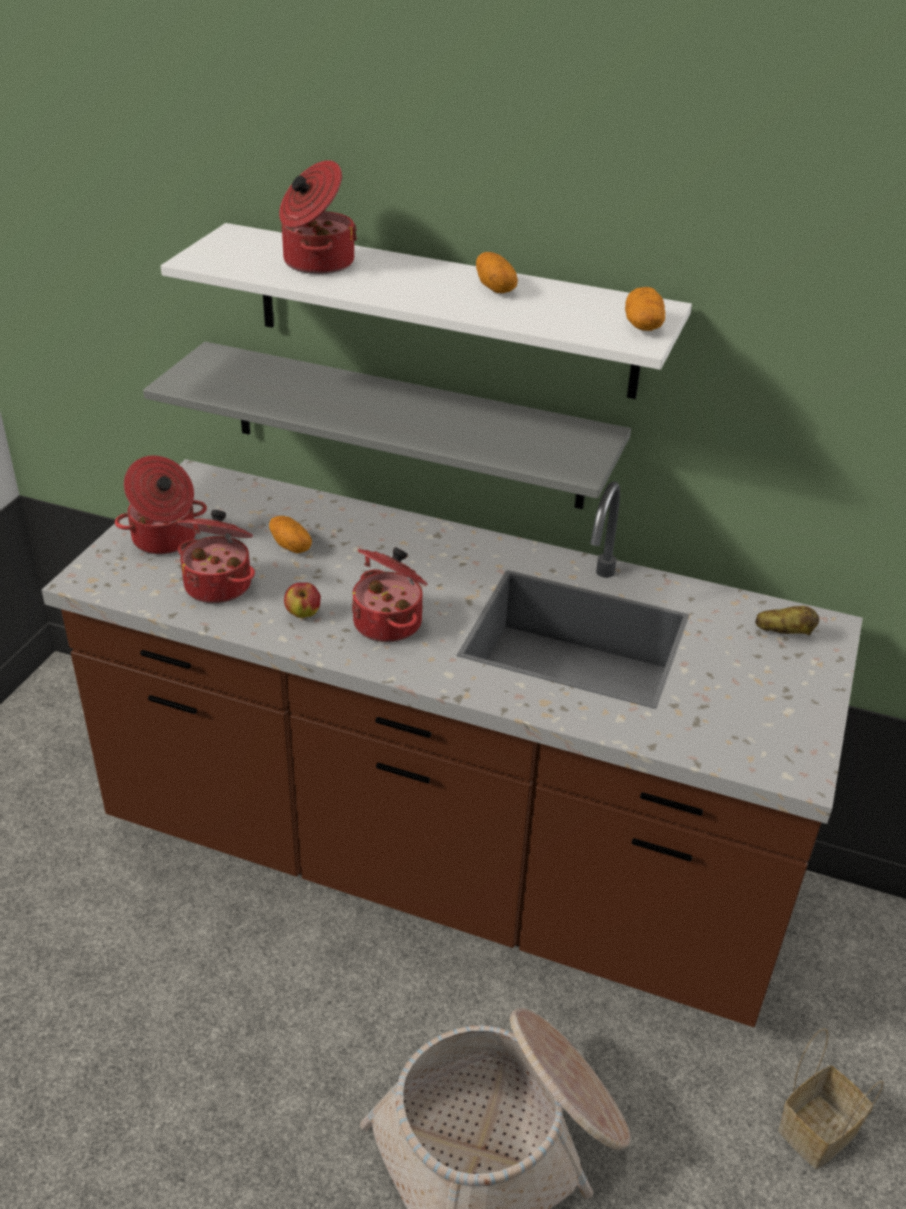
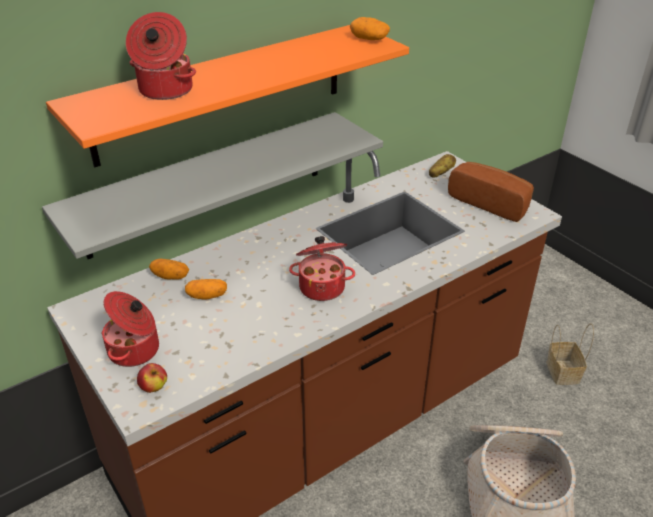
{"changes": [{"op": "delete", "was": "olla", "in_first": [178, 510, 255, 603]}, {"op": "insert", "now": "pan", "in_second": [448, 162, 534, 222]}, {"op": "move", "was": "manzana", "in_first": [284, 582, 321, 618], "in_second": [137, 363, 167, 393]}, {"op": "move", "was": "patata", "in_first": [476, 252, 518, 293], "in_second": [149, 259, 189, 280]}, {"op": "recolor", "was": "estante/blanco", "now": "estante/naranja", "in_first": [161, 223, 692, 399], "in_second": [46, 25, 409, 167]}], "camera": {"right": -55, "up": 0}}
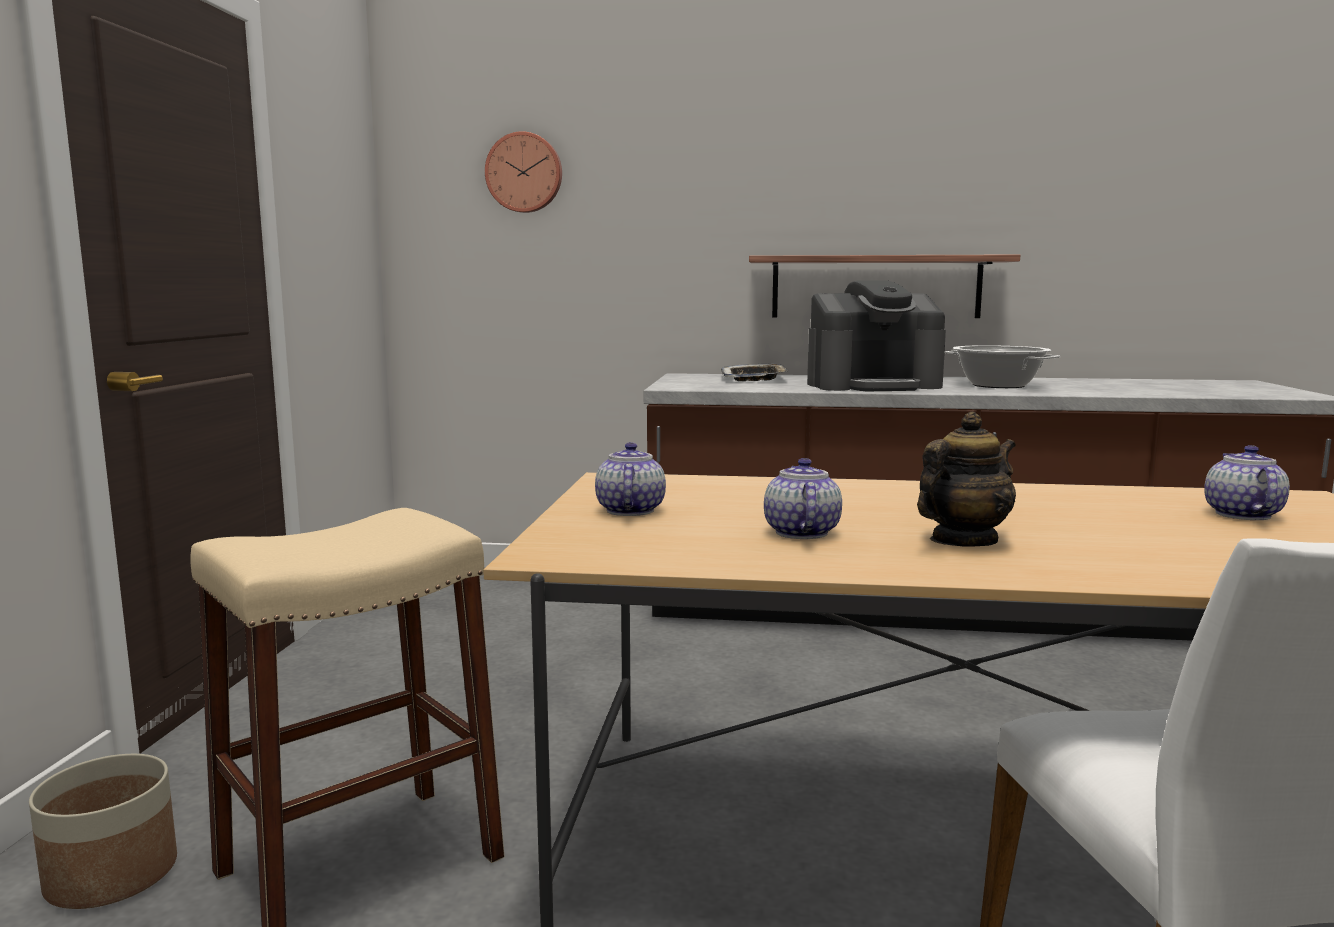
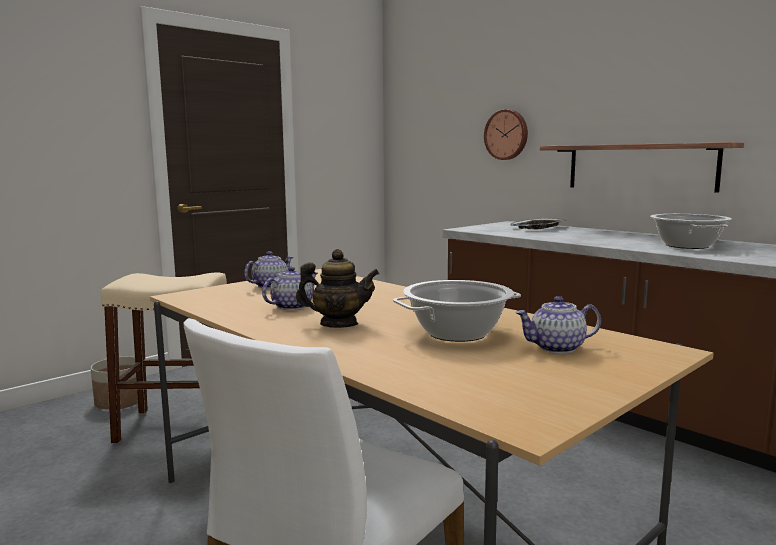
{"changes": [{"op": "delete", "was": "cafetera", "in_first": [807, 281, 946, 391]}, {"op": "insert", "now": "olla", "in_second": [393, 280, 521, 342]}, {"op": "move", "was": "reloj de pared", "in_first": [485, 131, 562, 213], "in_second": [484, 109, 528, 160]}, {"op": "rotate", "was": "tetera", "in_first": [1204, 445, 1290, 520], "in_second": [515, 296, 601, 354], "clockwise": -150}], "camera": {"right": 40, "up": 0}}
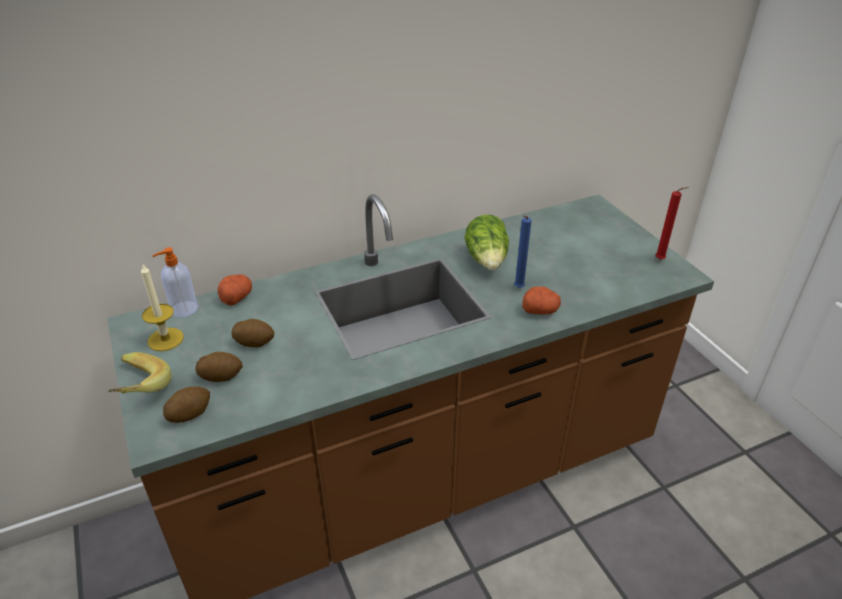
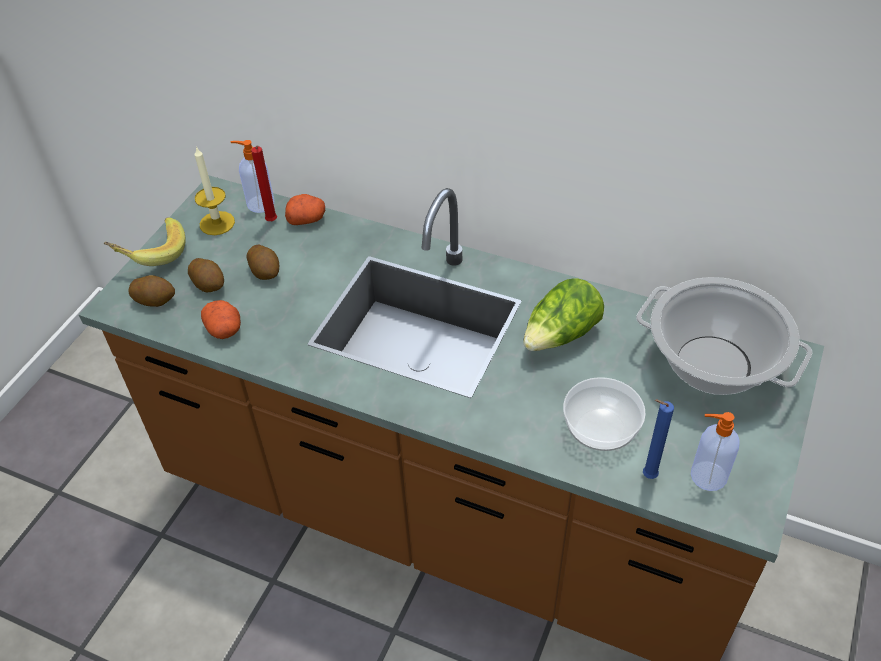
{"changes": [{"op": "insert", "now": "cuenco", "in_second": [563, 377, 646, 451]}, {"op": "insert", "now": "olla", "in_second": [636, 277, 813, 395]}, {"op": "insert", "now": "dispensador de jabón", "in_second": [691, 412, 740, 491]}, {"op": "move", "was": "vela/azul", "in_first": [514, 215, 532, 288], "in_second": [643, 399, 674, 479]}, {"op": "move", "was": "patata", "in_first": [522, 287, 561, 314], "in_second": [201, 300, 241, 339]}, {"op": "move", "was": "vela/rojo", "in_first": [655, 187, 689, 260], "in_second": [251, 145, 277, 221]}], "camera": {"right": 50, "up": 10}}
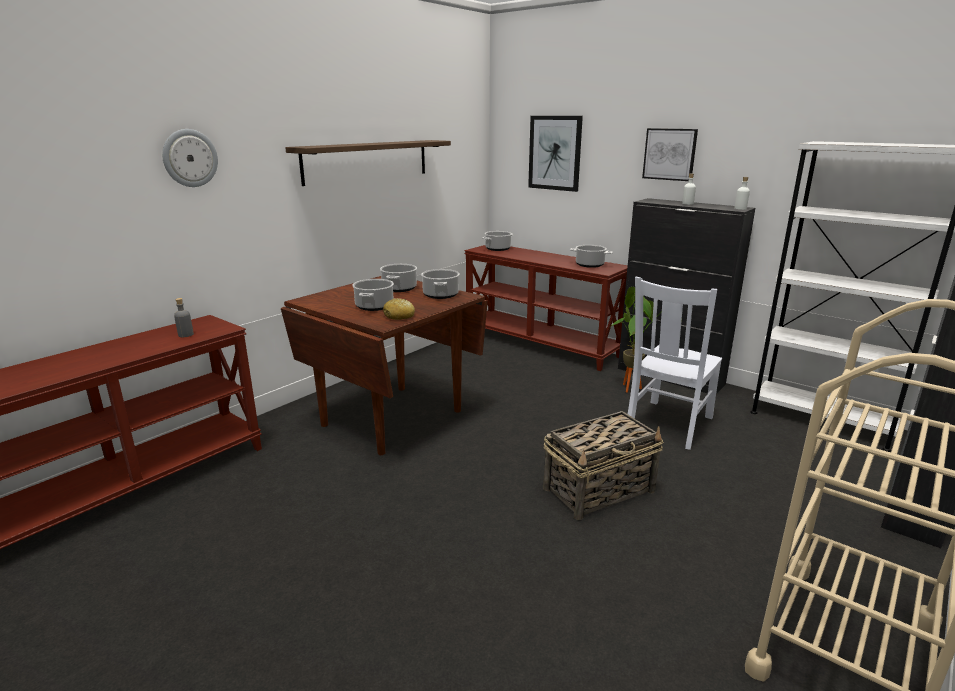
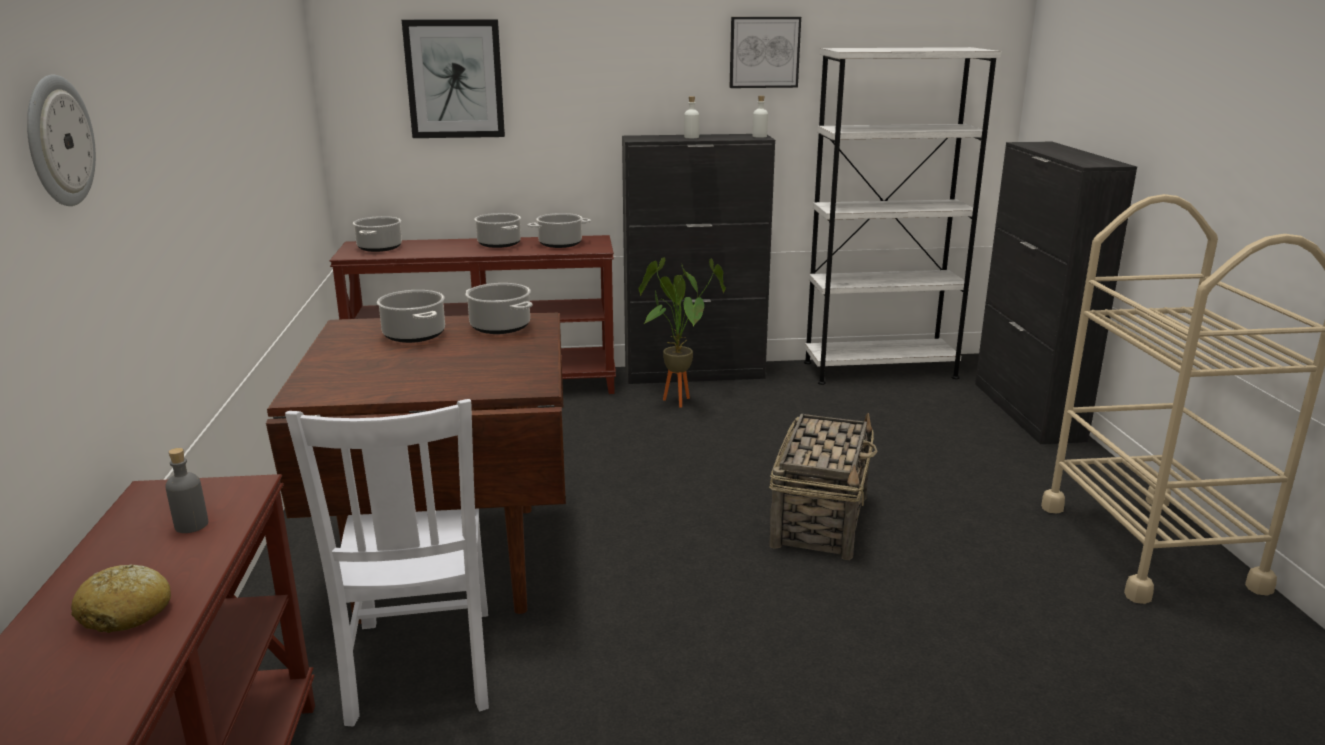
{"changes": [{"op": "delete", "was": "estante", "in_first": [285, 140, 451, 186]}, {"op": "move", "was": "olla", "in_first": [352, 279, 394, 311], "in_second": [474, 213, 521, 248]}, {"op": "move", "was": "pan", "in_first": [383, 298, 415, 320], "in_second": [71, 564, 171, 633]}, {"op": "move", "was": "silla/blanco", "in_first": [628, 277, 722, 450], "in_second": [285, 399, 489, 727]}, {"op": "move", "was": "cuadro", "in_first": [642, 128, 698, 181], "in_second": [730, 17, 801, 88]}], "camera": {"right": -45, "up": 0}}
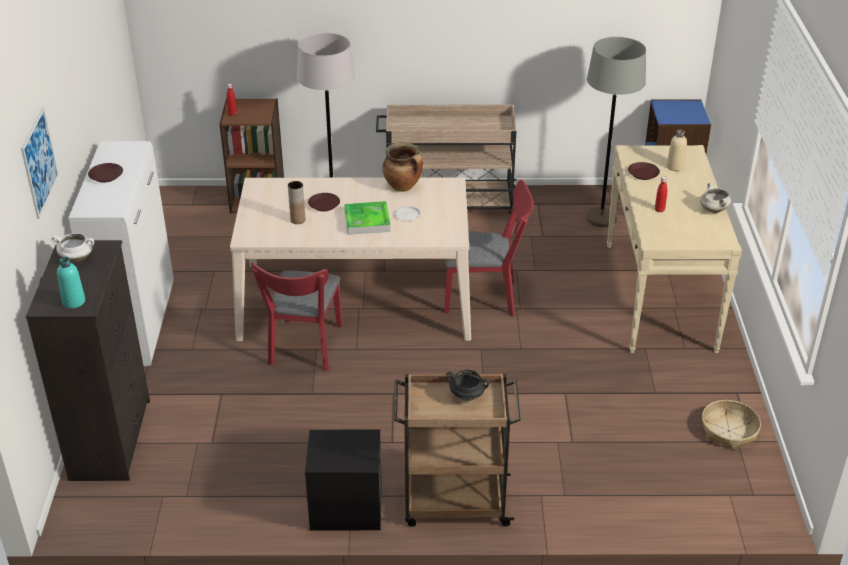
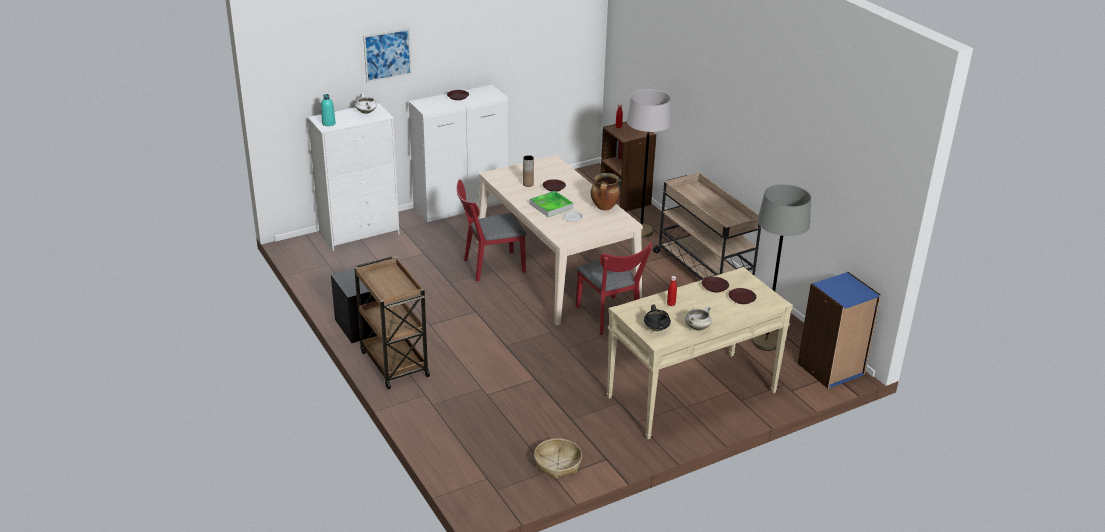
{"changes": [{"op": "move", "was": "olla/negro", "in_first": [446, 370, 490, 401], "in_second": [644, 305, 671, 331]}, {"op": "replace", "was": "botella/beis", "now": "plato/marrón", "in_first": [667, 130, 687, 171], "in_second": [729, 288, 756, 304]}, {"op": "recolor", "was": "cómoda/negro", "now": "cómoda/blanco", "in_first": [26, 240, 150, 481], "in_second": [308, 103, 400, 251]}], "camera": {"right": 60, "up": -5}}
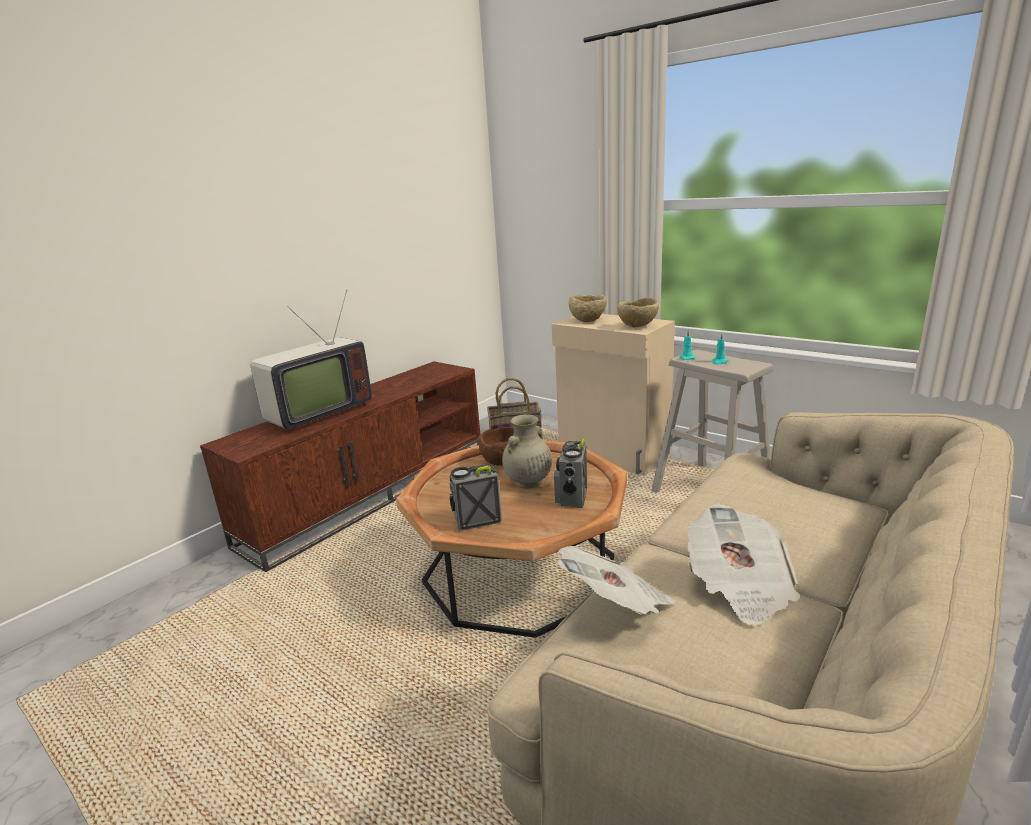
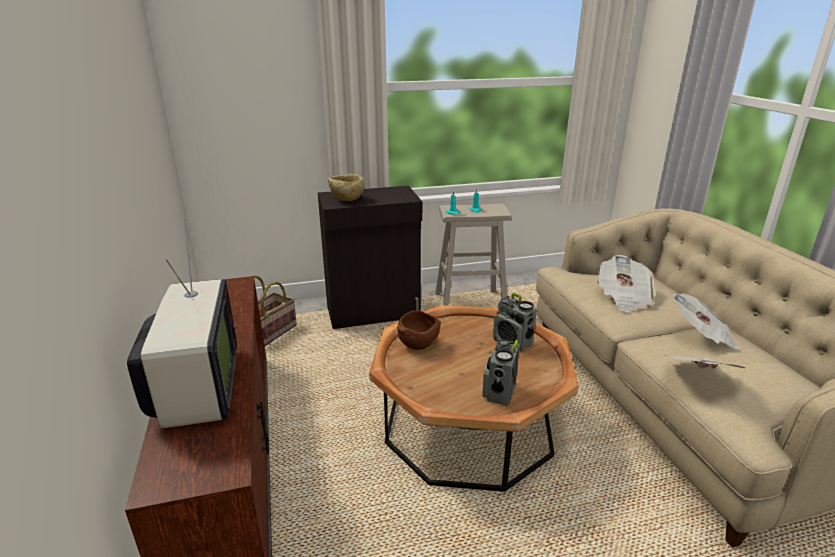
{"changes": [{"op": "delete", "was": "florero/beis", "in_first": [502, 414, 552, 488]}, {"op": "delete", "was": "cuenco/beis", "in_first": [617, 298, 659, 327]}, {"op": "insert", "now": "periódico", "in_second": [597, 255, 655, 312]}, {"op": "recolor", "was": "armario/beis", "now": "armario/negro", "in_first": [552, 314, 675, 476], "in_second": [318, 186, 422, 329]}], "camera": {"right": -55, "up": 5}}
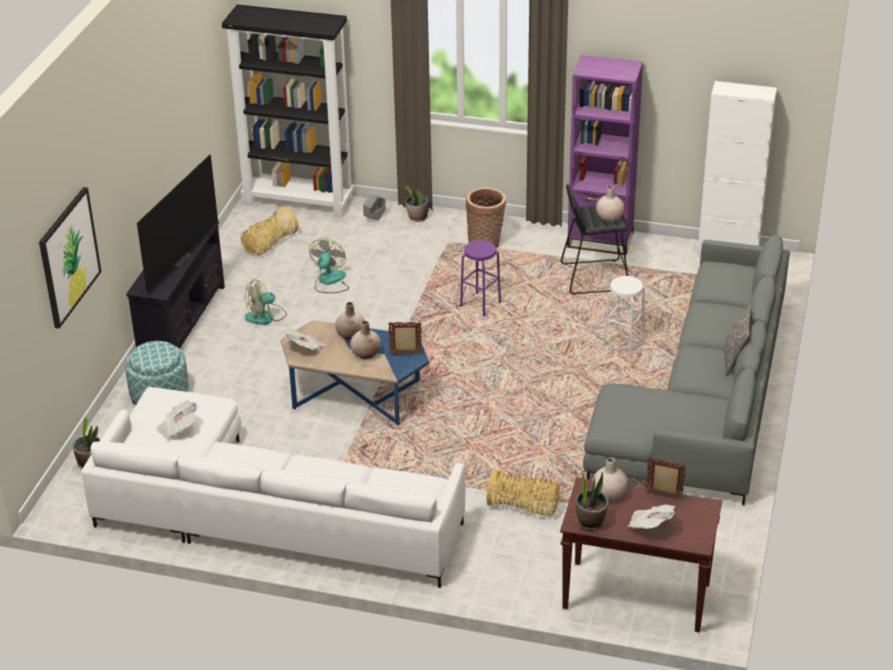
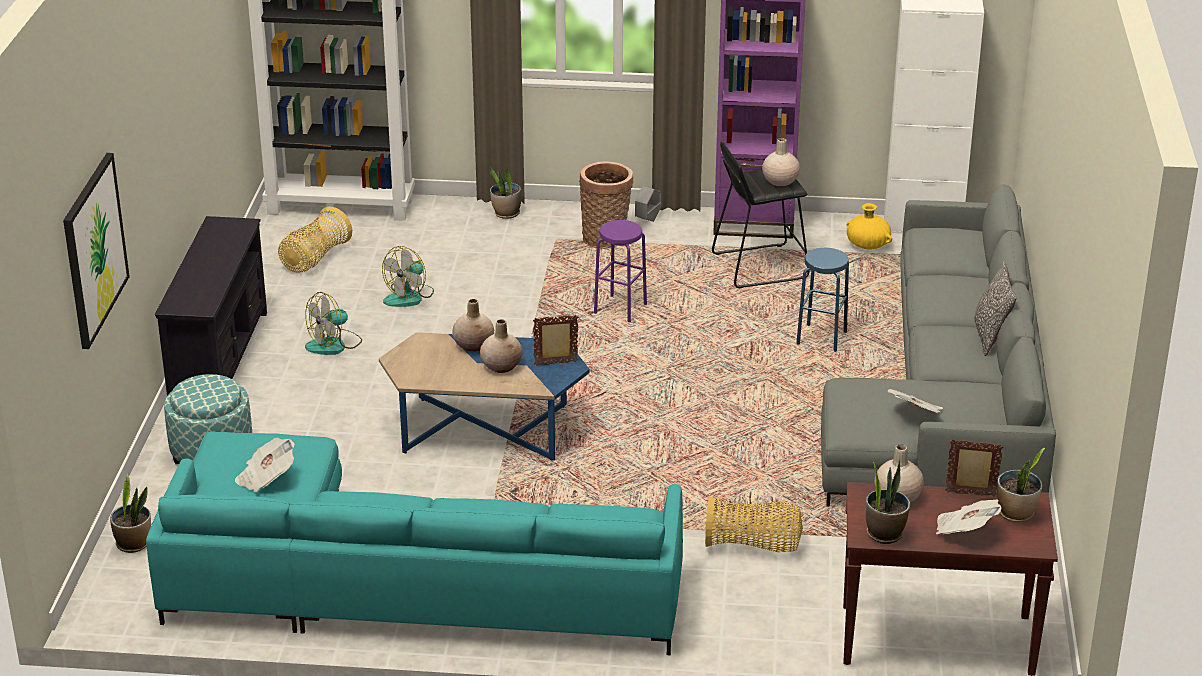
{"changes": [{"op": "delete", "was": "televisor", "in_first": [137, 155, 218, 292]}, {"op": "insert", "now": "florero/amarillo", "in_second": [847, 203, 892, 249]}, {"op": "insert", "now": "planta en maceta", "in_second": [997, 448, 1045, 522]}, {"op": "move", "was": "periódico", "in_first": [284, 329, 326, 350], "in_second": [888, 389, 943, 413]}, {"op": "move", "was": "maceta/gris", "in_first": [363, 194, 386, 220], "in_second": [635, 186, 661, 222]}, {"op": "recolor", "was": "sofá/blanco", "now": "sofá/turquesa", "in_first": [82, 387, 466, 588], "in_second": [146, 432, 683, 656]}, {"op": "recolor", "was": "taburete/blanco", "now": "taburete/azul", "in_first": [603, 276, 645, 354], "in_second": [796, 248, 849, 352]}, {"op": "rotate", "was": "ventilador", "in_first": [309, 238, 349, 293], "in_second": [382, 246, 434, 307], "clockwise": -150}], "camera": {"right": -10, "up": -5}}
